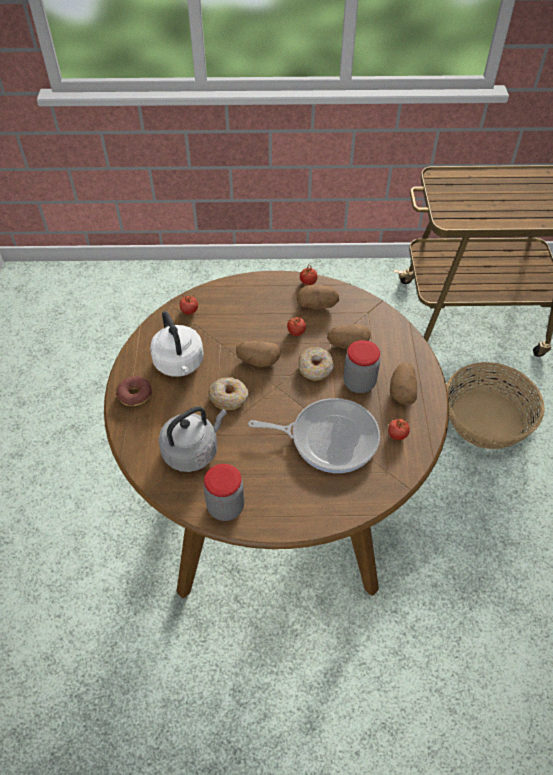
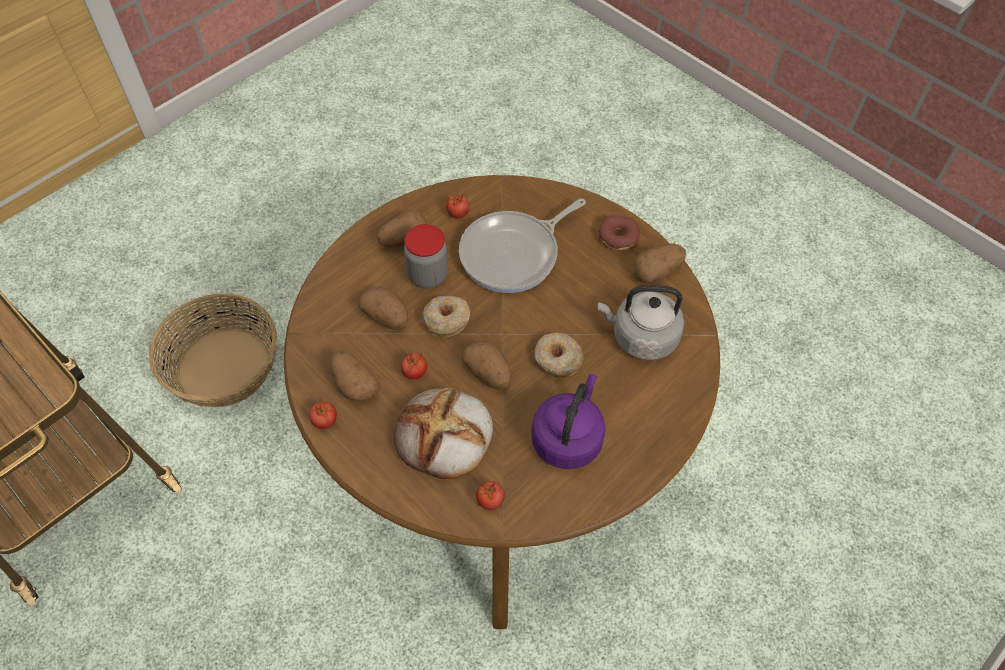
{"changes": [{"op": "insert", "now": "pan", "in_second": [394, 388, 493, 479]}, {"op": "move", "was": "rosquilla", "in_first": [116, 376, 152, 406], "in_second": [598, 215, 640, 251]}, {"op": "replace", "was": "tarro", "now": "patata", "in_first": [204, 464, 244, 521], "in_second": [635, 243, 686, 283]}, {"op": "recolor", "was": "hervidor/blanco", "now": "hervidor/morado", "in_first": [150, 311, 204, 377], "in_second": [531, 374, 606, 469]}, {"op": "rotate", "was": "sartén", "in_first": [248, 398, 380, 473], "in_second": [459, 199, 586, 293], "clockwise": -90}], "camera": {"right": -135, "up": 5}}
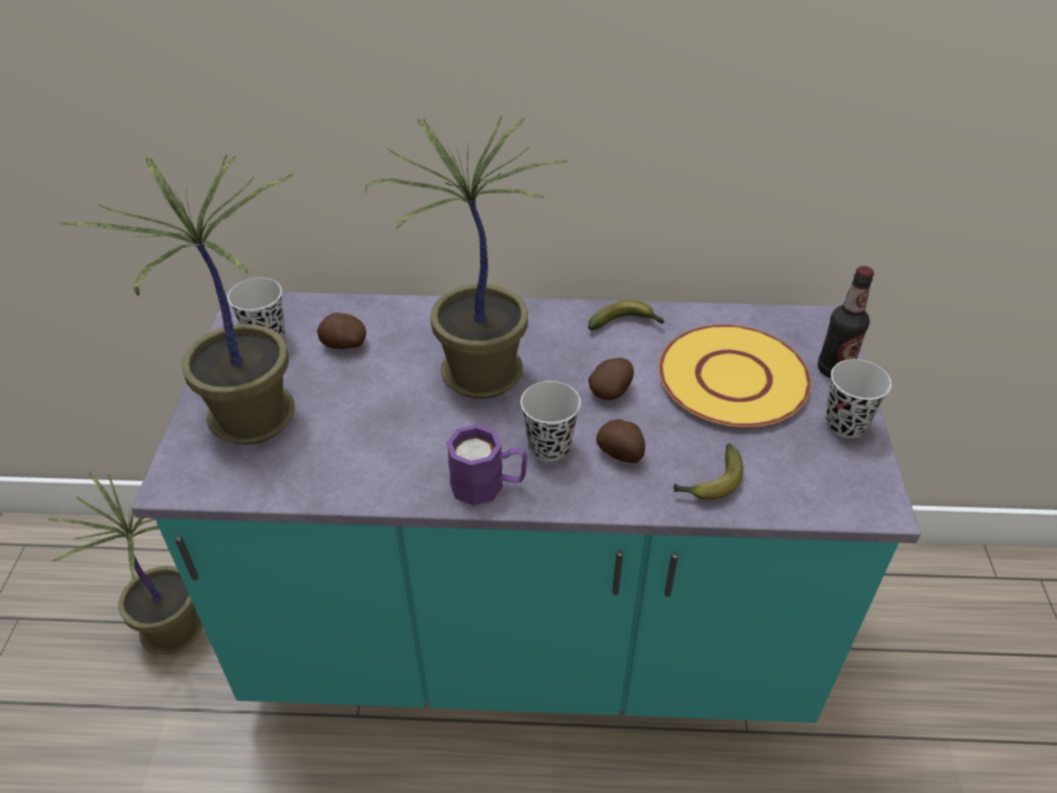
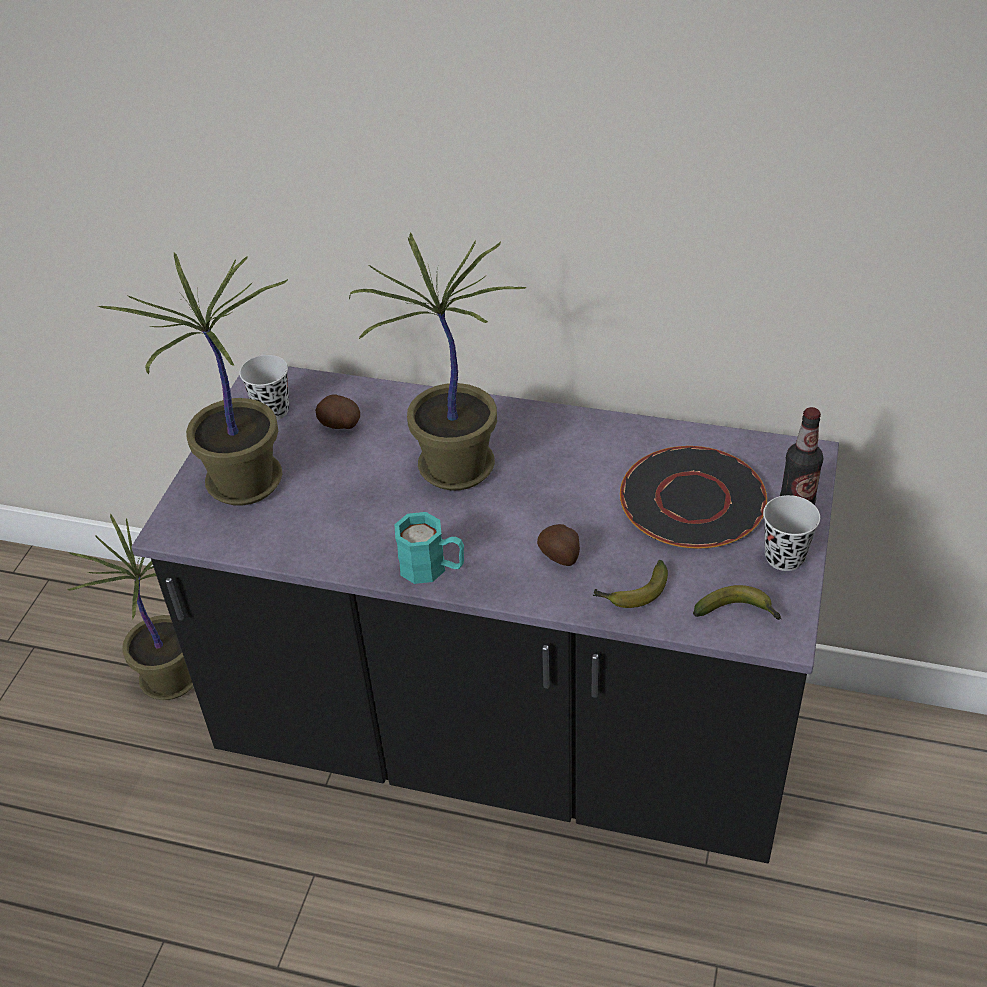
{"changes": [{"op": "delete", "was": "taza/negro", "in_first": [521, 381, 581, 462]}, {"op": "delete", "was": "patata", "in_first": [588, 358, 634, 400]}, {"op": "move", "was": "plátano", "in_first": [588, 300, 665, 330], "in_second": [693, 585, 782, 620]}, {"op": "recolor", "was": "mueble bajo de cocina/turquesa", "now": "mueble bajo de cocina/negro", "in_first": [132, 291, 921, 723], "in_second": [131, 366, 839, 863]}, {"op": "recolor", "was": "taza grande/morado", "now": "taza grande/turquesa", "in_first": [446, 424, 527, 506], "in_second": [394, 512, 464, 584]}, {"op": "recolor", "was": "plato/amarillo", "now": "plato/negro", "in_first": [659, 325, 811, 427], "in_second": [620, 446, 767, 548]}], "camera": {"right": 15, "up": 0}}
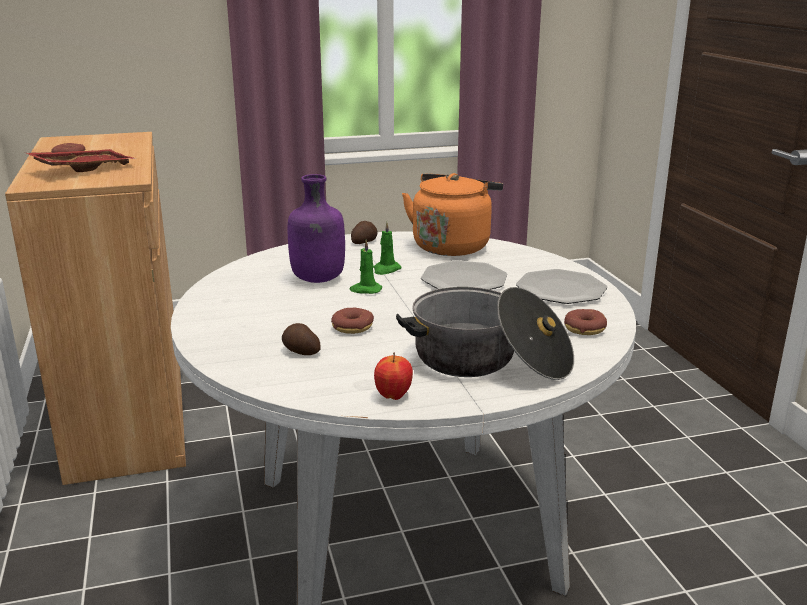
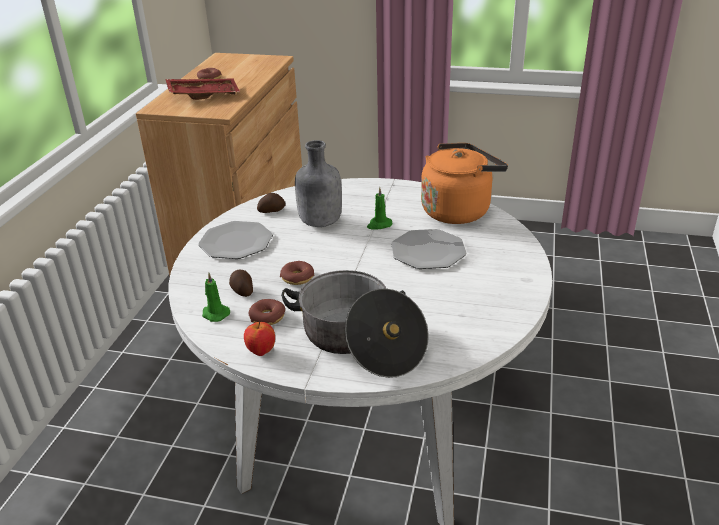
{"changes": [{"op": "move", "was": "vela/verde", "in_first": [350, 240, 382, 294], "in_second": [202, 273, 230, 322]}, {"op": "move", "was": "patata", "in_first": [351, 221, 378, 244], "in_second": [257, 193, 286, 213]}, {"op": "move", "was": "plato", "in_first": [516, 269, 608, 304], "in_second": [198, 221, 273, 259]}, {"op": "move", "was": "rosquilla", "in_first": [564, 309, 607, 335], "in_second": [249, 299, 285, 325]}, {"op": "recolor", "was": "botella/morado", "now": "botella/gris", "in_first": [288, 174, 345, 283], "in_second": [295, 140, 342, 227]}], "camera": {"right": 30, "up": 10}}
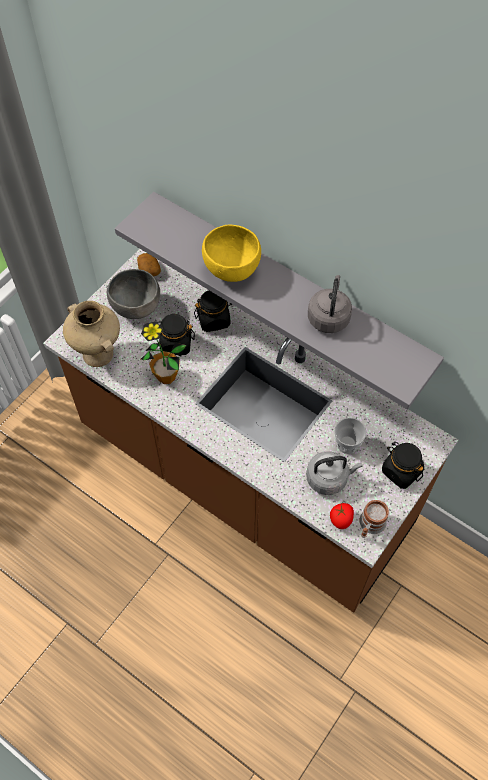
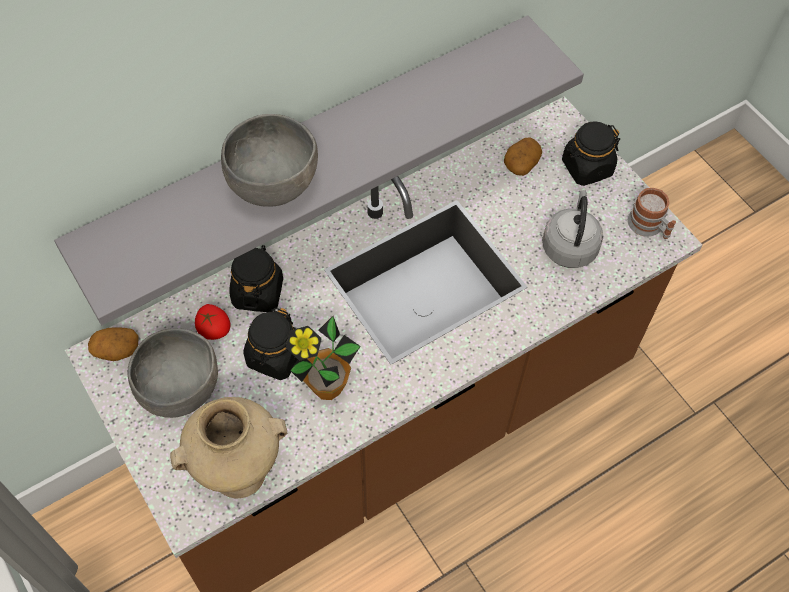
{"changes": [{"op": "delete", "was": "hervidor/gris", "in_first": [308, 275, 352, 333]}, {"op": "delete", "was": "taza", "in_first": [334, 418, 367, 454]}, {"op": "insert", "now": "patata", "in_second": [504, 137, 542, 176]}, {"op": "move", "was": "tomate", "in_first": [330, 503, 354, 529], "in_second": [195, 304, 230, 340]}, {"op": "recolor", "was": "cuenco/amarillo", "now": "cuenco/gris", "in_first": [202, 225, 261, 282], "in_second": [221, 114, 318, 207]}], "camera": {"right": -70, "up": 0}}
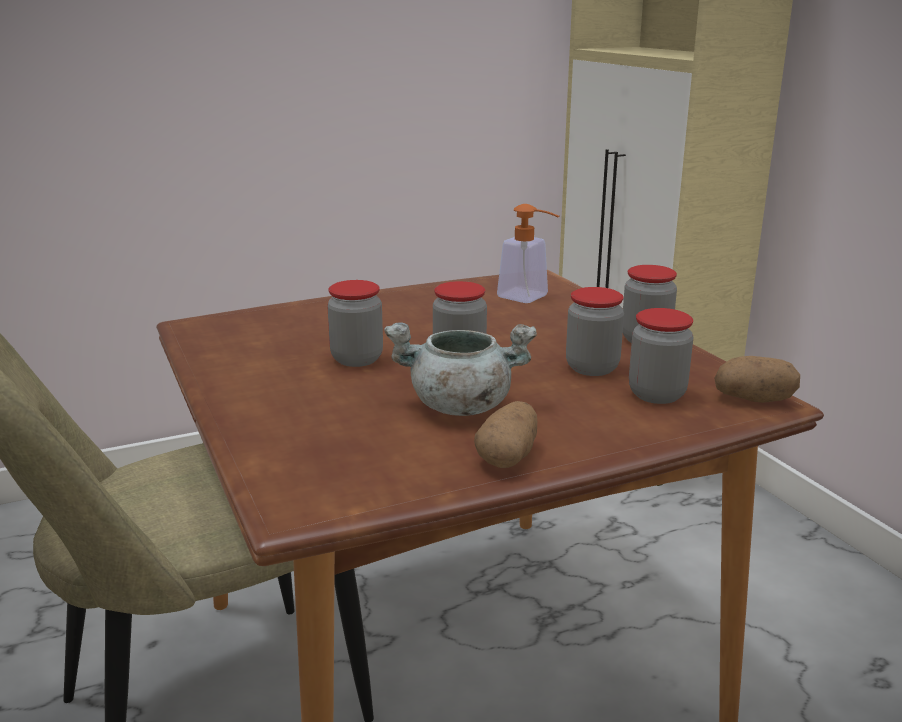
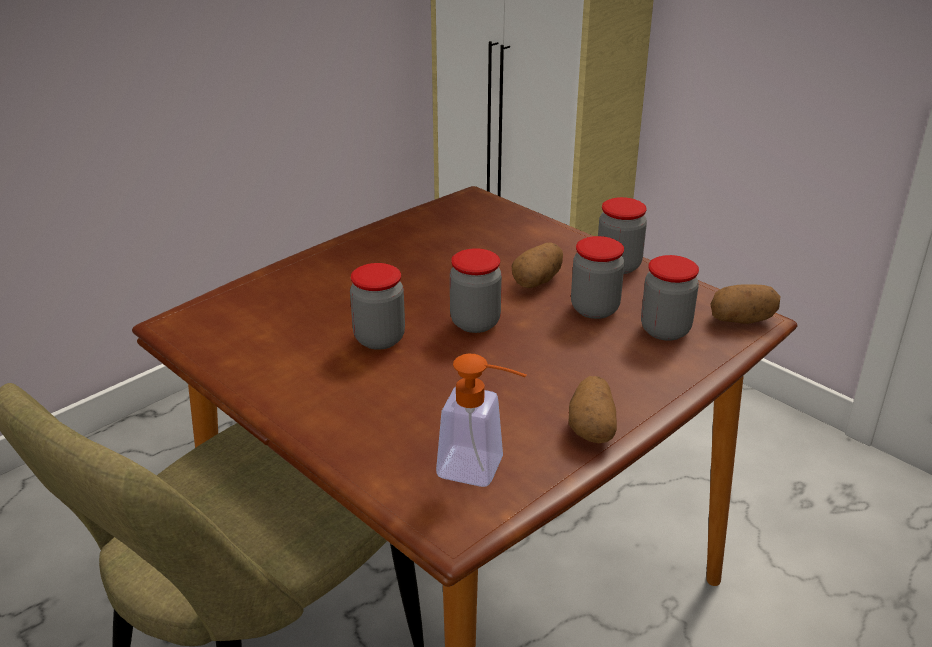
{"changes": [{"op": "delete", "was": "olla/gris", "in_first": [384, 322, 537, 416]}, {"op": "insert", "now": "patata", "in_second": [512, 242, 563, 288]}, {"op": "move", "was": "dispensador de jabón", "in_first": [497, 204, 559, 303], "in_second": [436, 354, 527, 487]}], "camera": {"right": -20, "up": 10}}
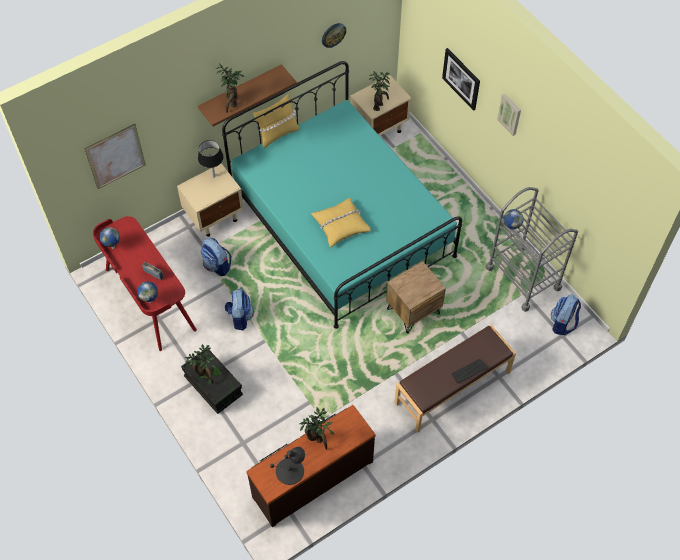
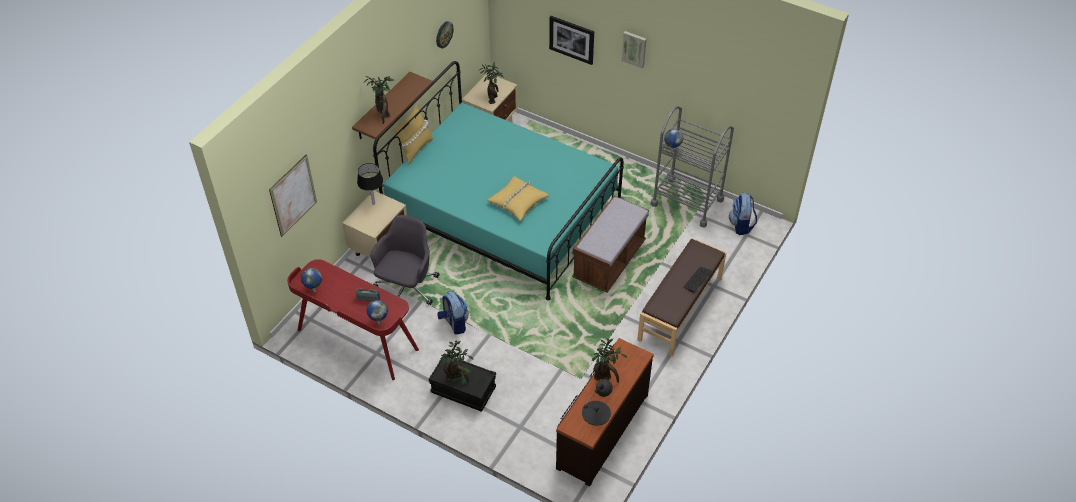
{"changes": [{"op": "replace", "was": "mochila", "now": "silla de oficina/gris", "in_first": [201, 238, 231, 276], "in_second": [370, 215, 439, 305]}, {"op": "replace", "was": "mesita de noche/marrón", "now": "banco/marrón", "in_first": [386, 261, 446, 334], "in_second": [572, 196, 649, 292]}], "camera": {"right": -25, "up": -10}}
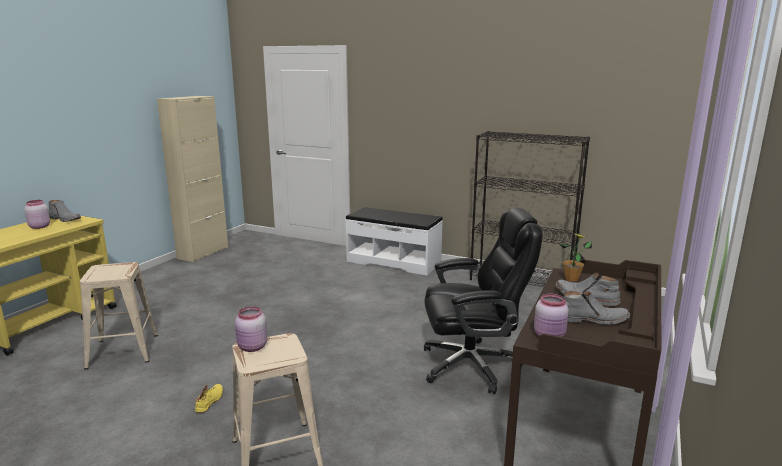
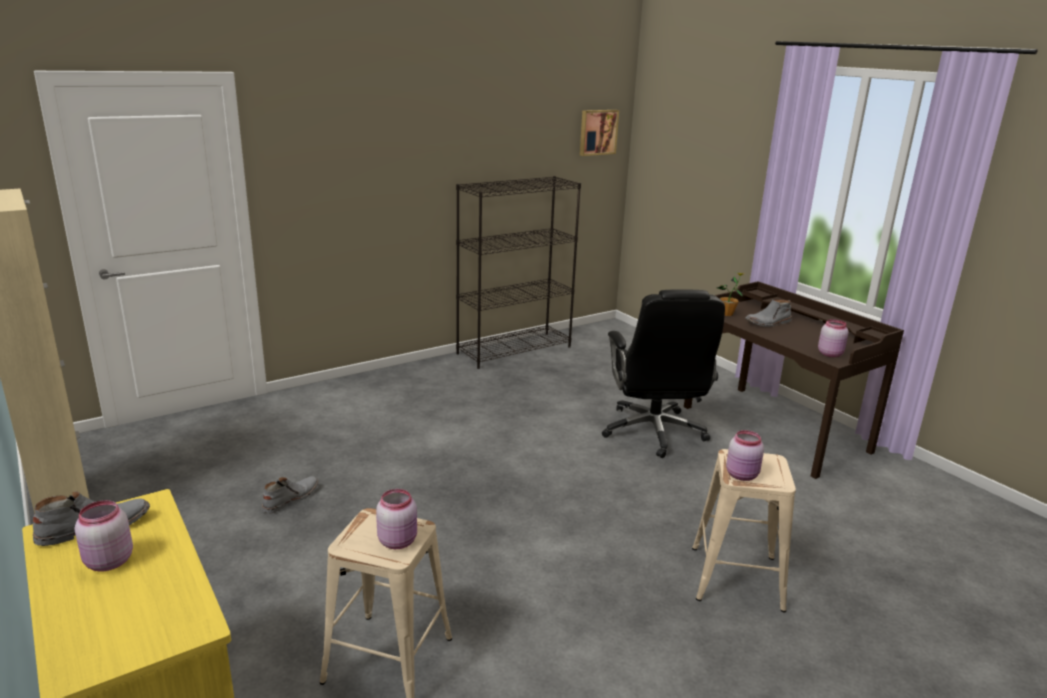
{"changes": [{"op": "delete", "was": "zapato/amarillo", "in_first": [195, 384, 223, 413]}, {"op": "delete", "was": "banco/blanco", "in_first": [345, 207, 443, 276]}, {"op": "insert", "now": "tarro/rosa", "in_second": [376, 489, 417, 549]}, {"op": "insert", "now": "cuadro", "in_second": [580, 110, 619, 156]}, {"op": "move", "was": "bota/gris", "in_first": [564, 291, 630, 325], "in_second": [262, 476, 319, 514]}, {"op": "rotate", "was": "silla de oficina/negro", "in_first": [424, 208, 543, 394], "in_second": [602, 289, 725, 458], "clockwise": 150}], "camera": {"right": -60, "up": 5}}
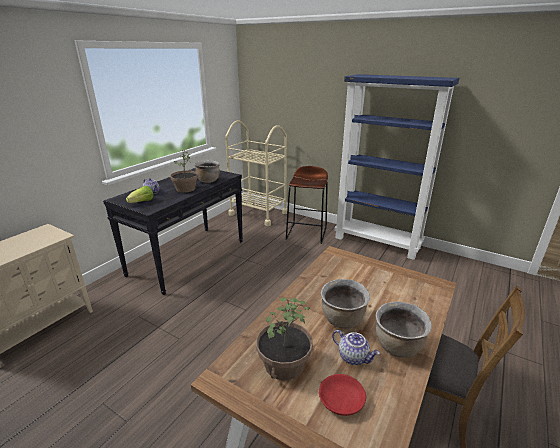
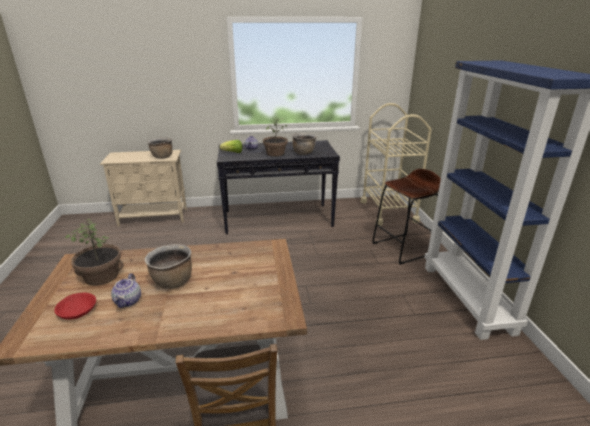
{"changes": [{"op": "move", "was": "olla/marrón", "in_first": [376, 302, 432, 358], "in_second": [147, 138, 172, 159]}], "camera": {"right": 50, "up": 0}}
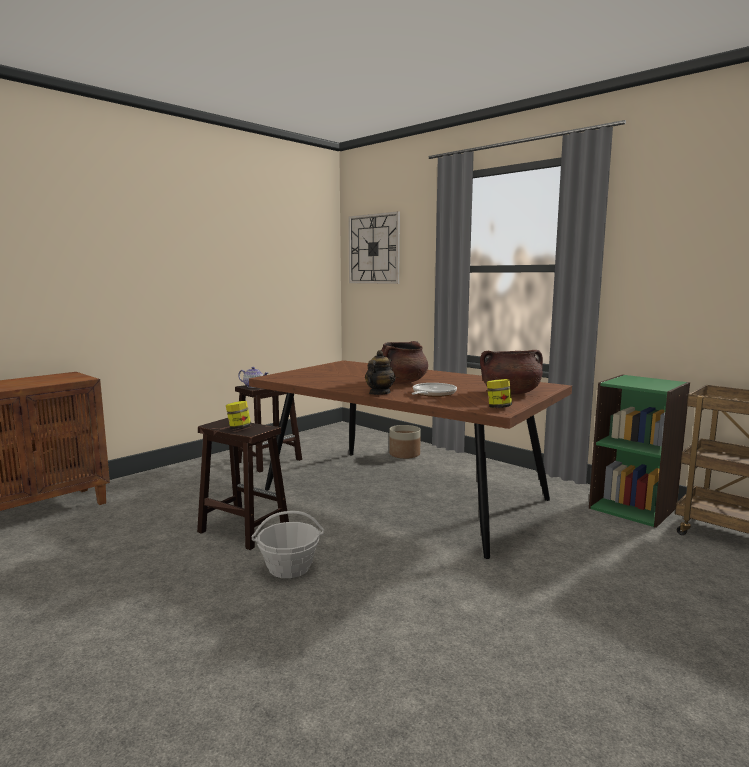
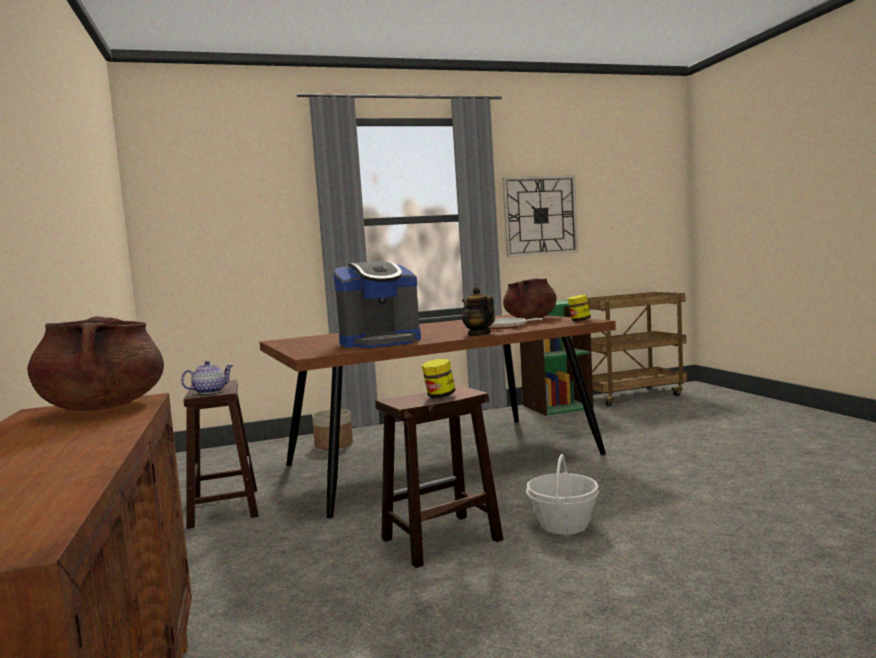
{"changes": [{"op": "insert", "now": "cafetera", "in_second": [333, 261, 421, 348]}, {"op": "move", "was": "reloj de pared", "in_first": [348, 211, 400, 284], "in_second": [502, 175, 578, 257]}, {"op": "move", "was": "olla/marrón", "in_first": [381, 341, 428, 384], "in_second": [27, 316, 164, 411]}], "camera": {"right": -60, "up": -5}}
